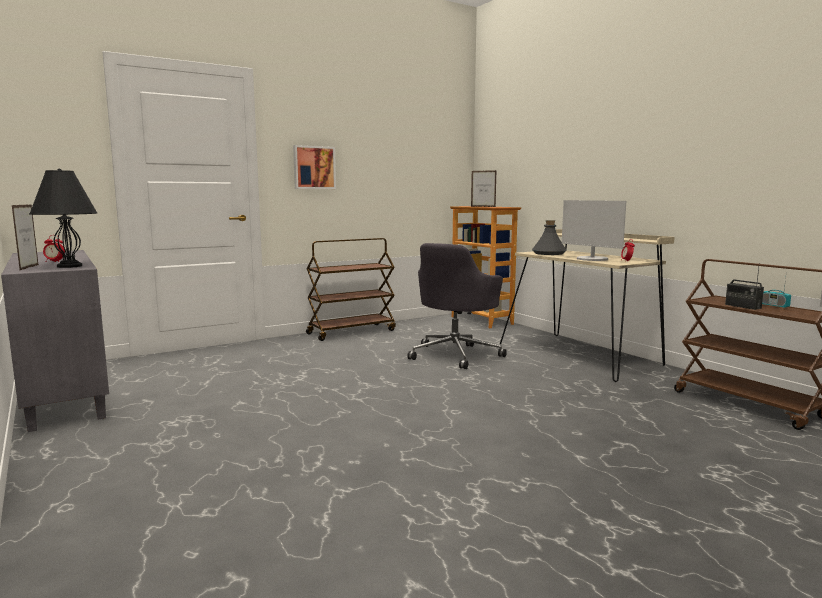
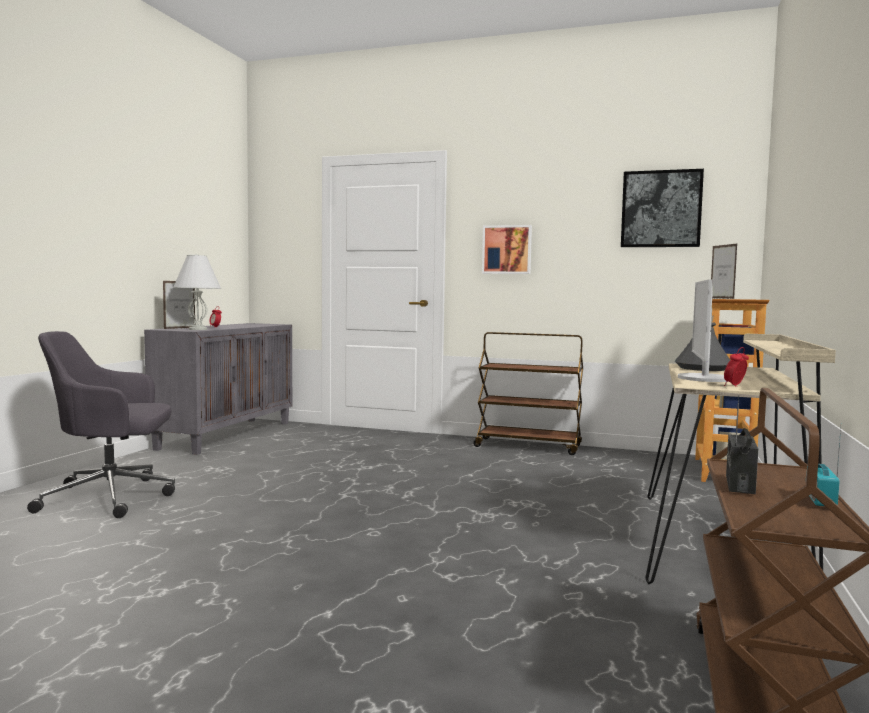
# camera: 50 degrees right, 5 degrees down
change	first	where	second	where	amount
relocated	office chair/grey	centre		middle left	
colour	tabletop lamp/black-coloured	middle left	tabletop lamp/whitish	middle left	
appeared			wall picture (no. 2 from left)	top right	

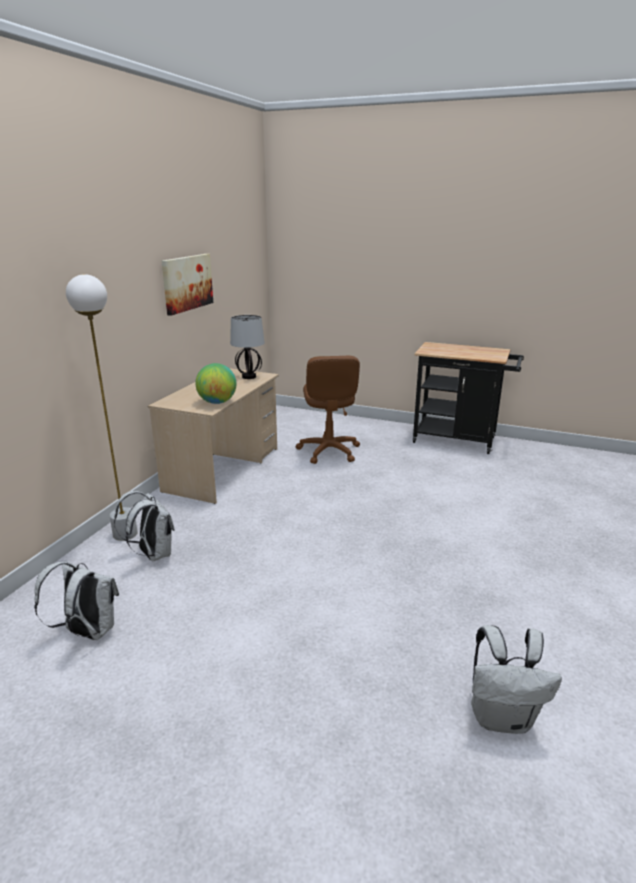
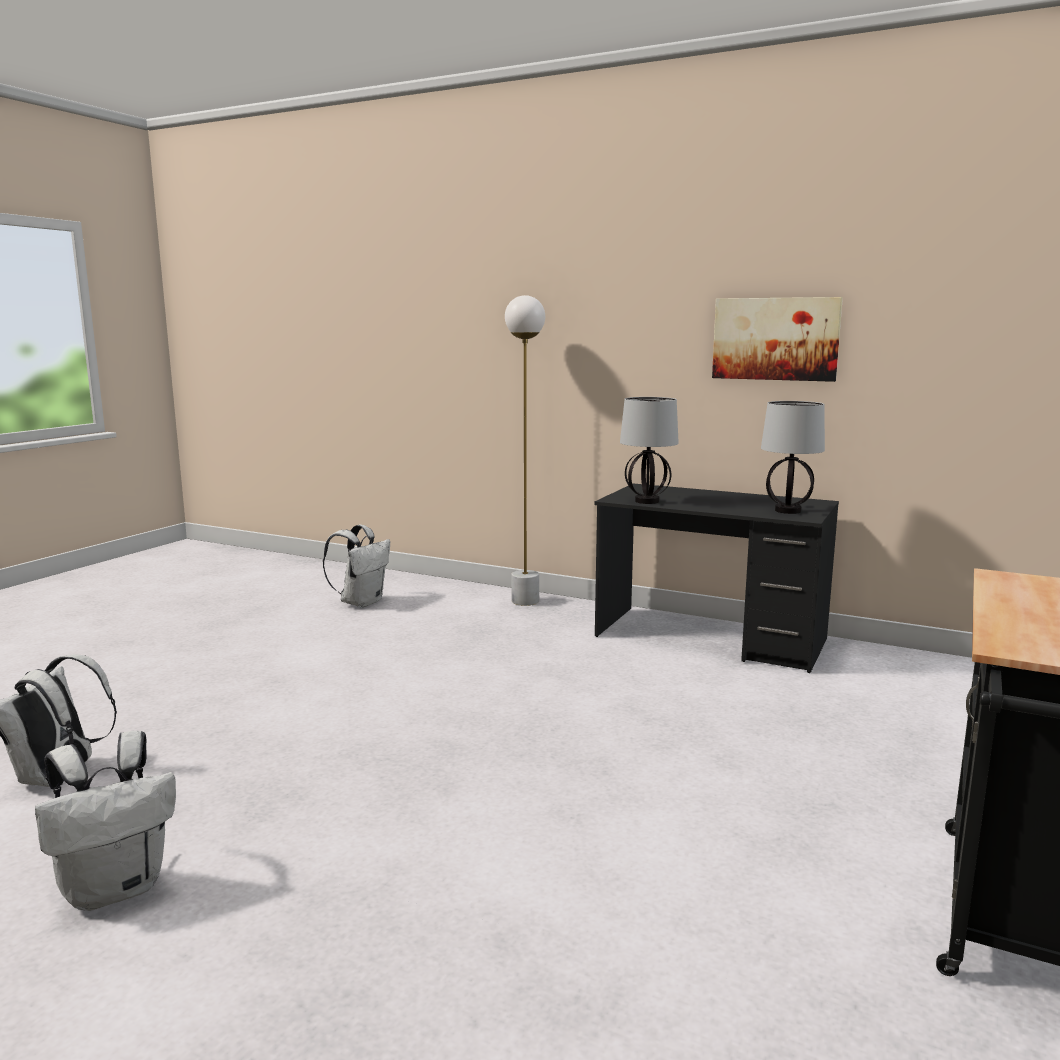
# camera: 95 degrees right, 10 degrees down
change	first	where	second	where	amount
relocated	knapsack/whitish (no. 2 from left)	middle left		bottom left	
colour	desk unit/sand-coloured	centre	desk unit/black-coloured	middle right	
exchanged	world globe	centre	tabletop lamp (no. 1 from left)	centre	
missing	office chair/brown-coloured	centre			

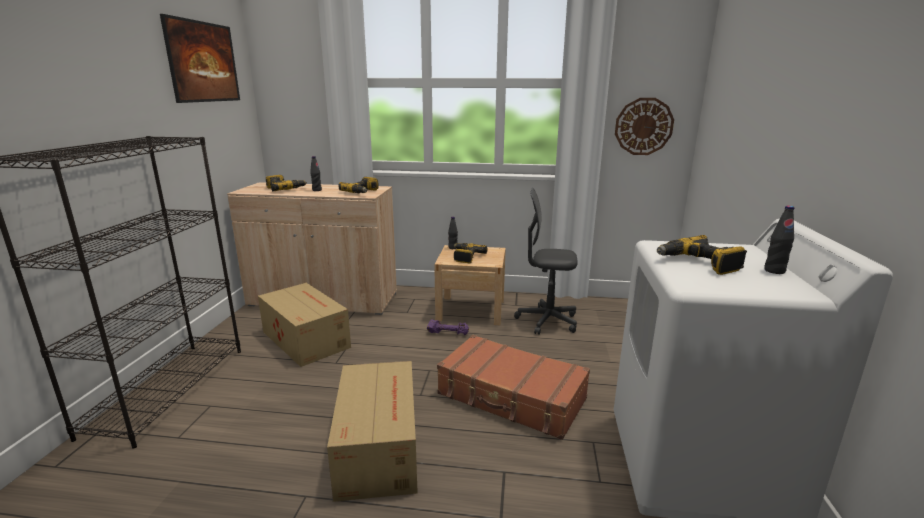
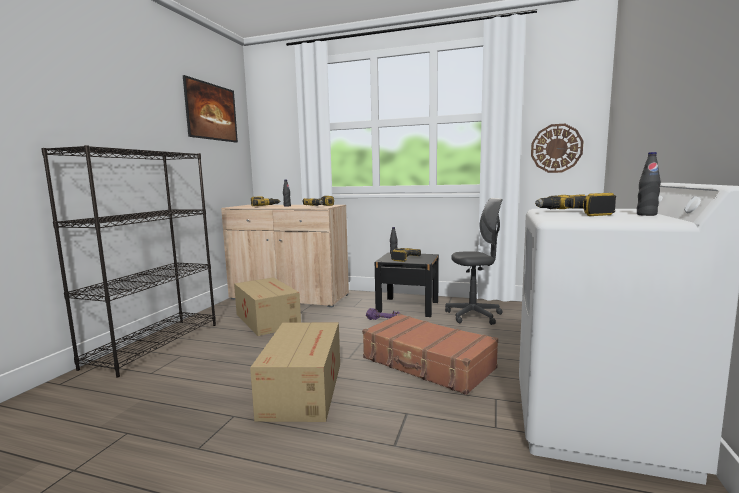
# camera: 10 degrees right, 10 degrees down
change	first	where	second	where	amount
colour	bedside table/sand-coloured	centre	bedside table/black-coloured	centre	
spun	office chair/grey	centre		centre	150 degrees clockwise

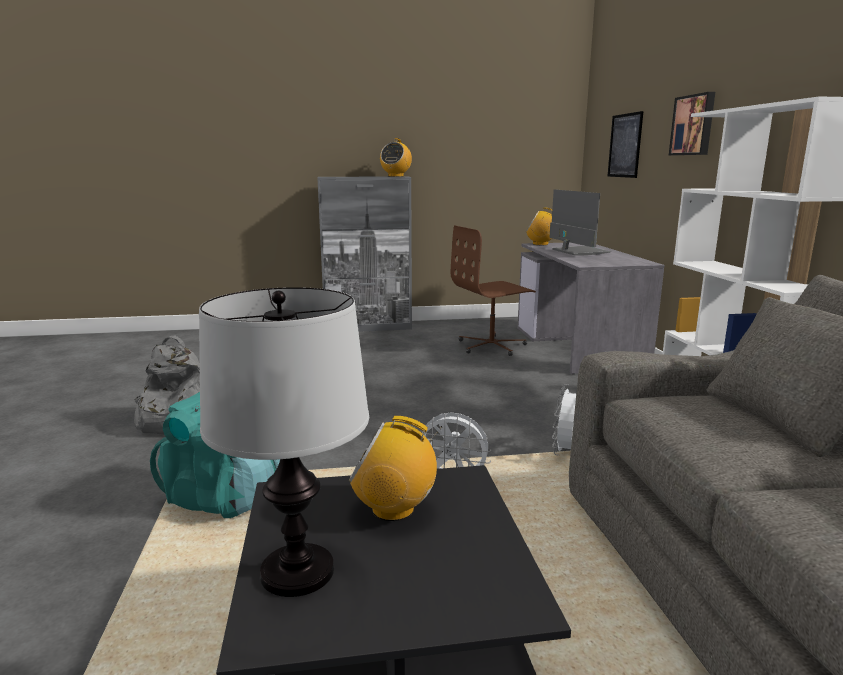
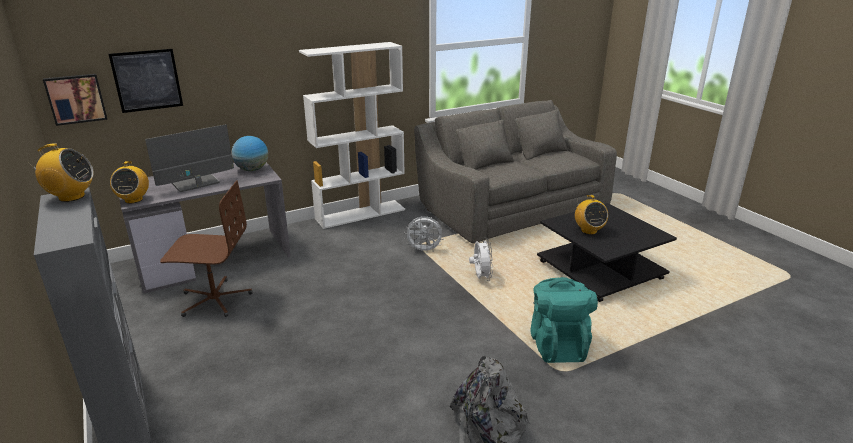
# camera: 110 degrees left, 10 degrees up
change	first	where	second	where	amount
relocated	wall picture (no. 2 from left in the first image)	top right	wall picture (no. 1 from left)	top left	
spun	office chair/brown-coloured	centre		middle left	45 degrees counterclockwise
appeared			world globe	middle left	
missing	tabletop lamp	centre			

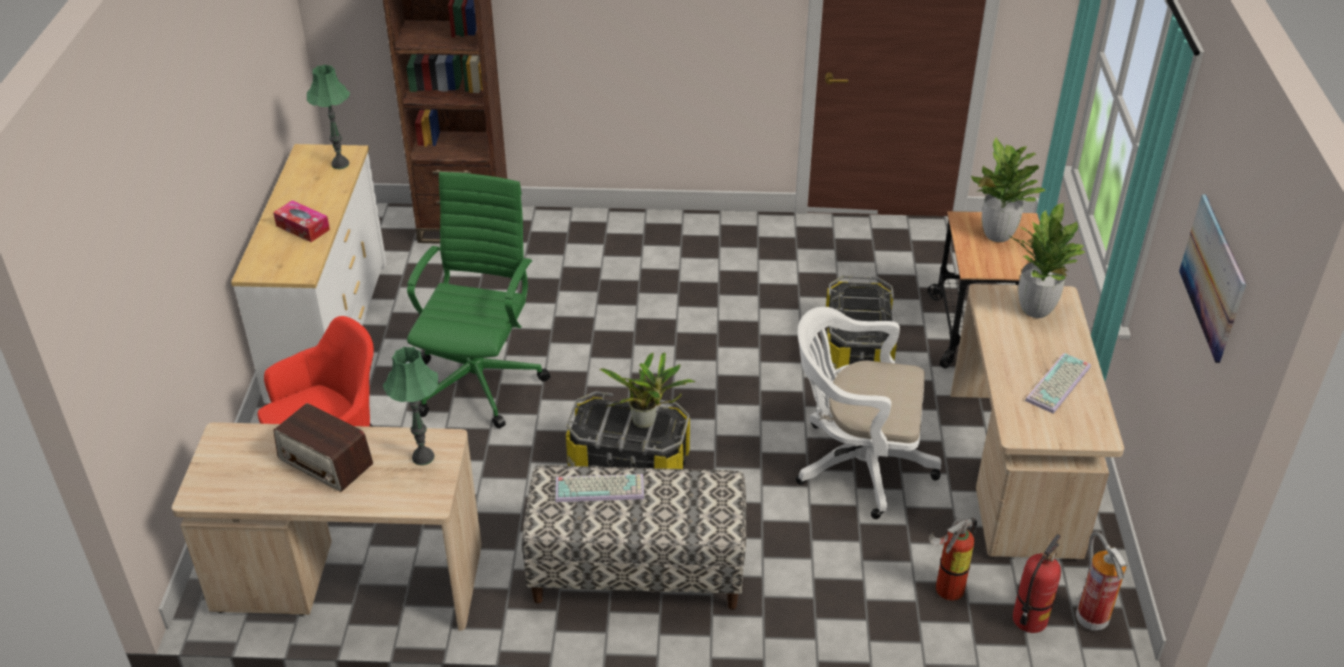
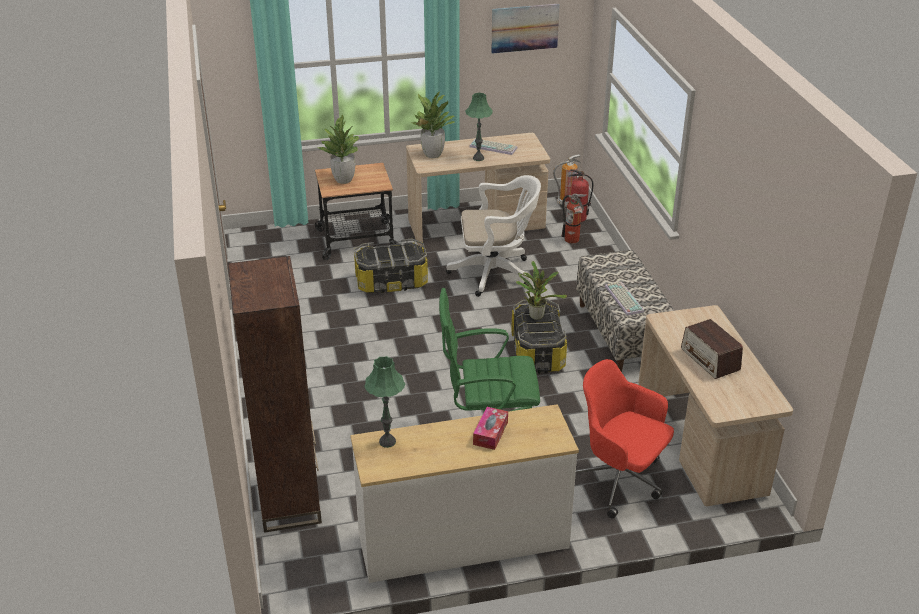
# camera: 105 degrees left, 5 degrees down
change	first	where	second	where	amount
spun	office chair/whitish	centre		centre	90 degrees counterclockwise
relocated	tabletop lamp/green (no. 2 from left)	middle left		top centre	
spun	radio receiver	bottom left		middle right	135 degrees clockwise

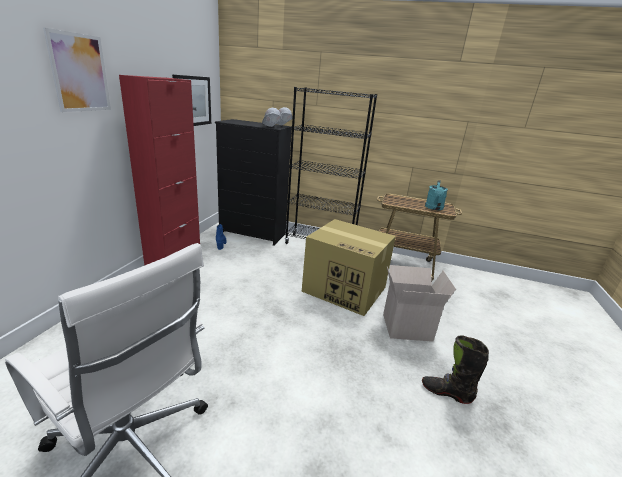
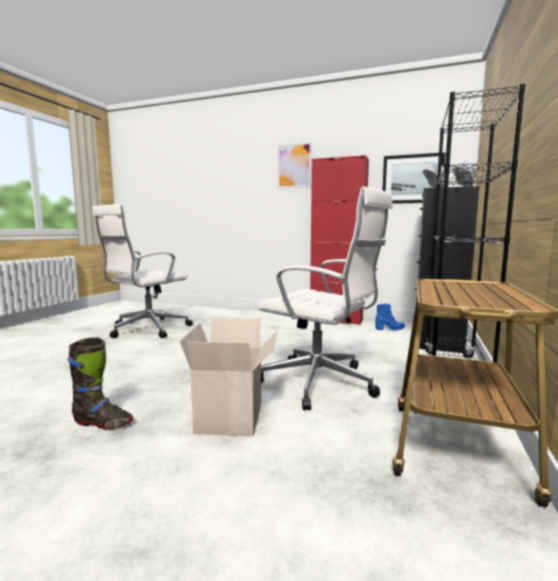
# camera: 95 degrees right, 15 degrees down
change	first	where	second	where	amount
spun	high-top boot/black-coloured	bottom right		middle left	75 degrees clockwise
exchanged	cardboard box (no. 1 from left)	centre	office chair/whitish (no. 2 from left)	centre	
missing	sprinkling can/turquoise	middle right			

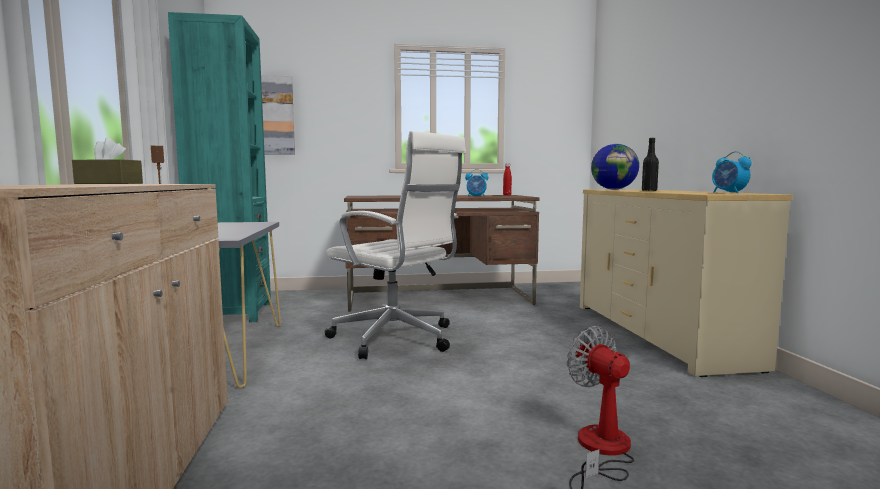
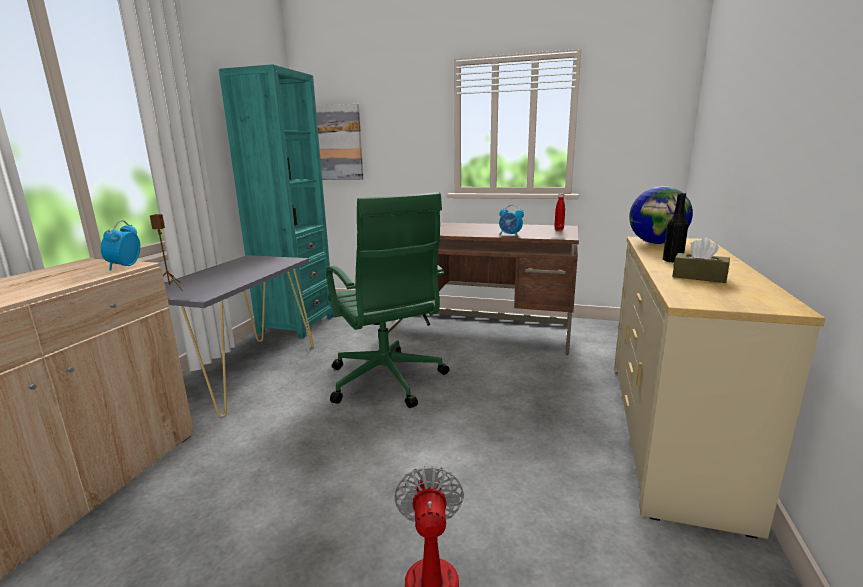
# camera: 25 degrees right, 10 degrees up
change	first	where	second	where	amount
relocated	alarm clock (no. 2 from left in the first image)	middle right	alarm clock (no. 1 from left)	middle left	
colour	office chair/whitish	centre	office chair/green	centre	
relocated	tissue box/brown-coloured	top left		middle right	

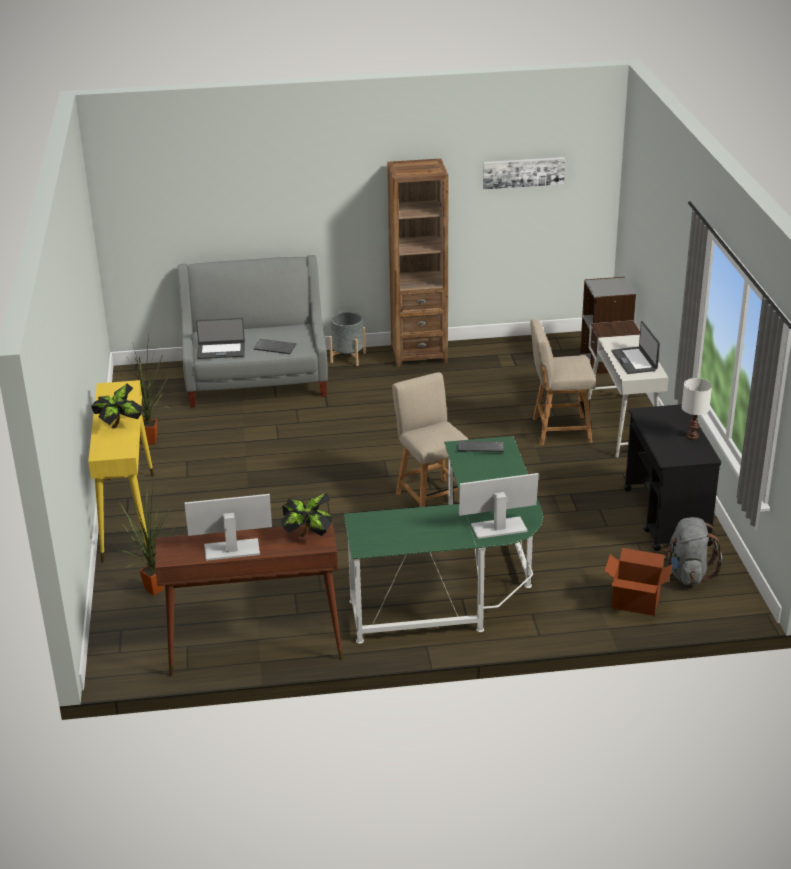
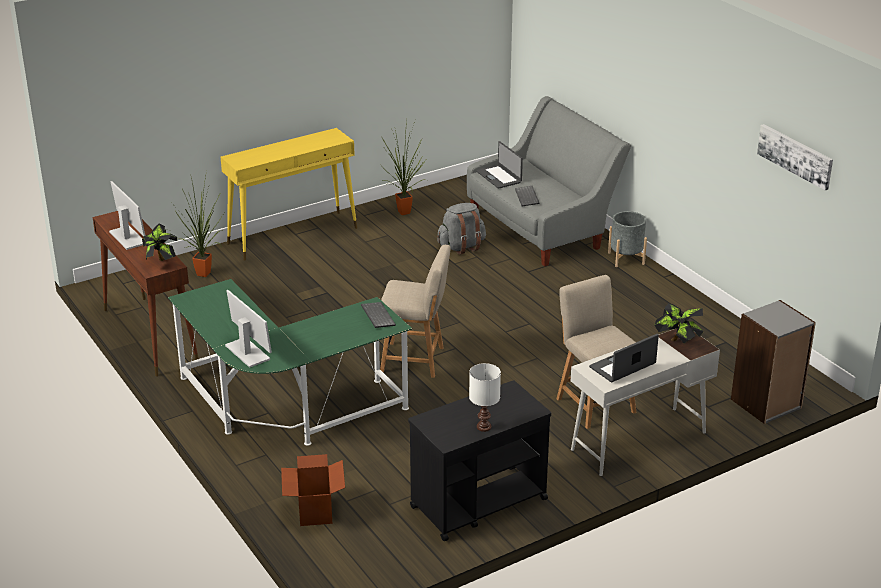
# camera: 65 degrees right, 0 degrees up
change	first	where	second	where	amount
spun	plain chair/sand-coloured (no. 1 from left)	centre		centre	60 degrees clockwise
relocated	knapsack/grey	middle right		centre	
relocated	houseplant (no. 1 from left in the first image)	middle left	houseplant (no. 4 from left)	middle right	
missing	shelving unit/brown-coloured	top centre			

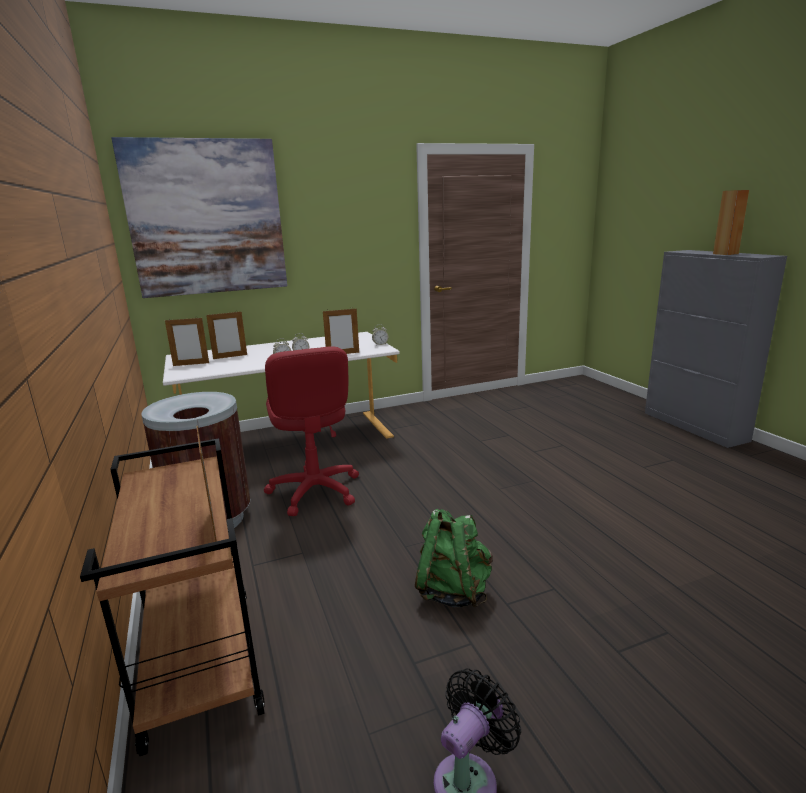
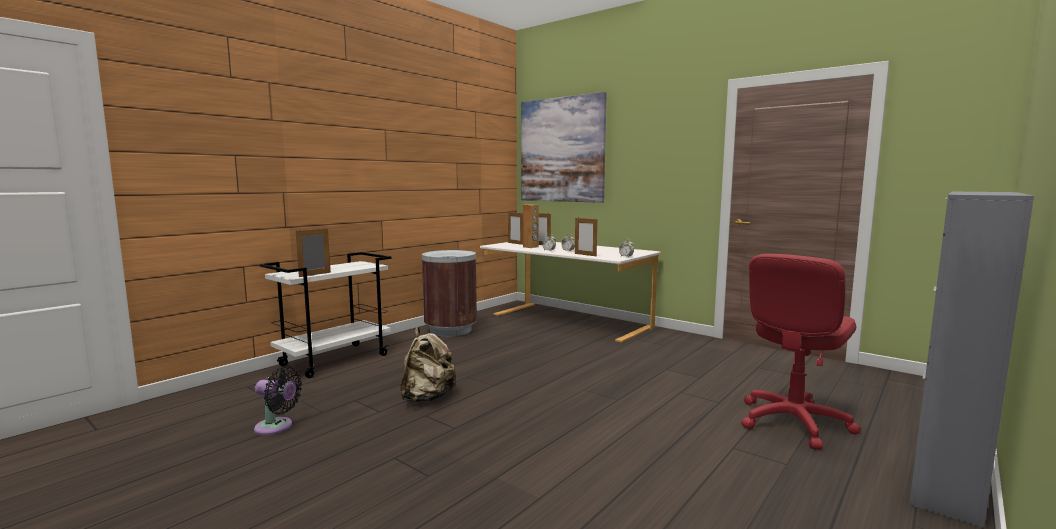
# camera: 60 degrees right, 10 degrees down
change	first	where	second	where	amount
colour	trolley/brown-coloured	bottom left	trolley/whitish	middle left	
colour	knapsack/green	bottom centre	knapsack/sand-coloured	bottom centre	
relocated	loudspeaker/brown-coloured	top right		centre	
relocated	office chair/reddish	centre		middle right	

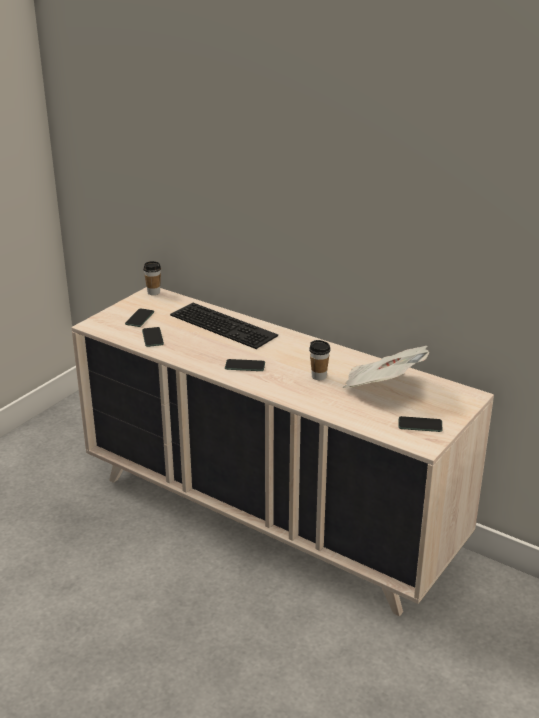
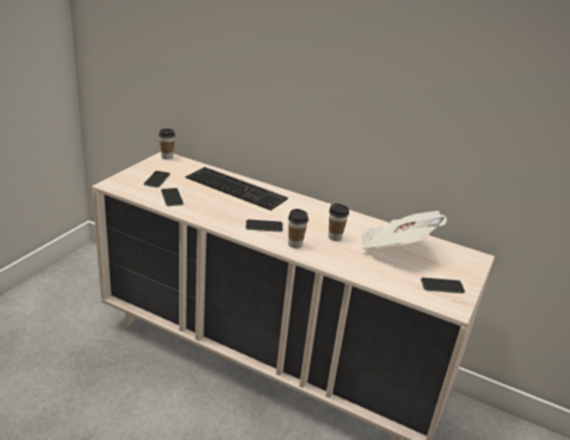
# camera: 10 degrees left, 0 degrees up
change	first	where	second	where	amount
appeared			drinking cup (no. 2 from left)	centre	

